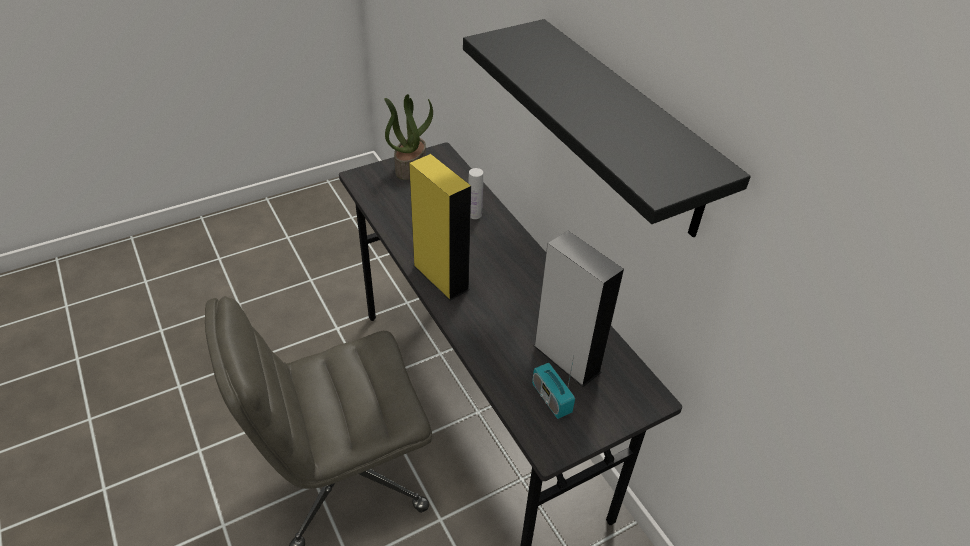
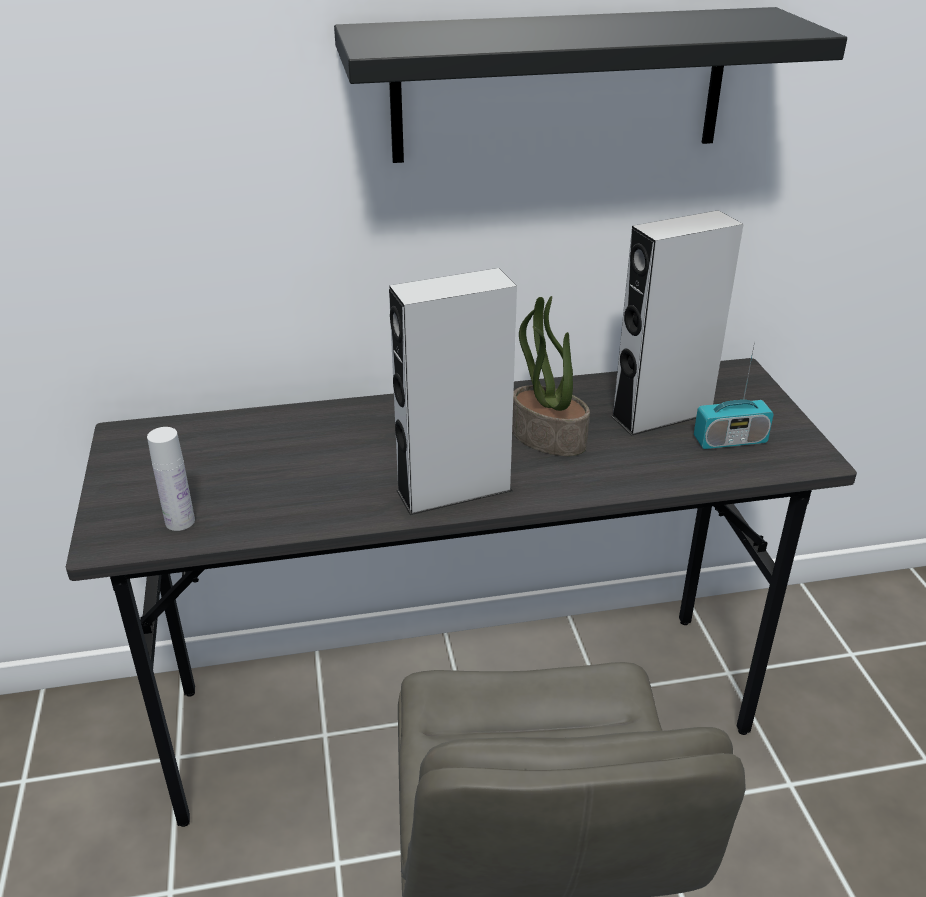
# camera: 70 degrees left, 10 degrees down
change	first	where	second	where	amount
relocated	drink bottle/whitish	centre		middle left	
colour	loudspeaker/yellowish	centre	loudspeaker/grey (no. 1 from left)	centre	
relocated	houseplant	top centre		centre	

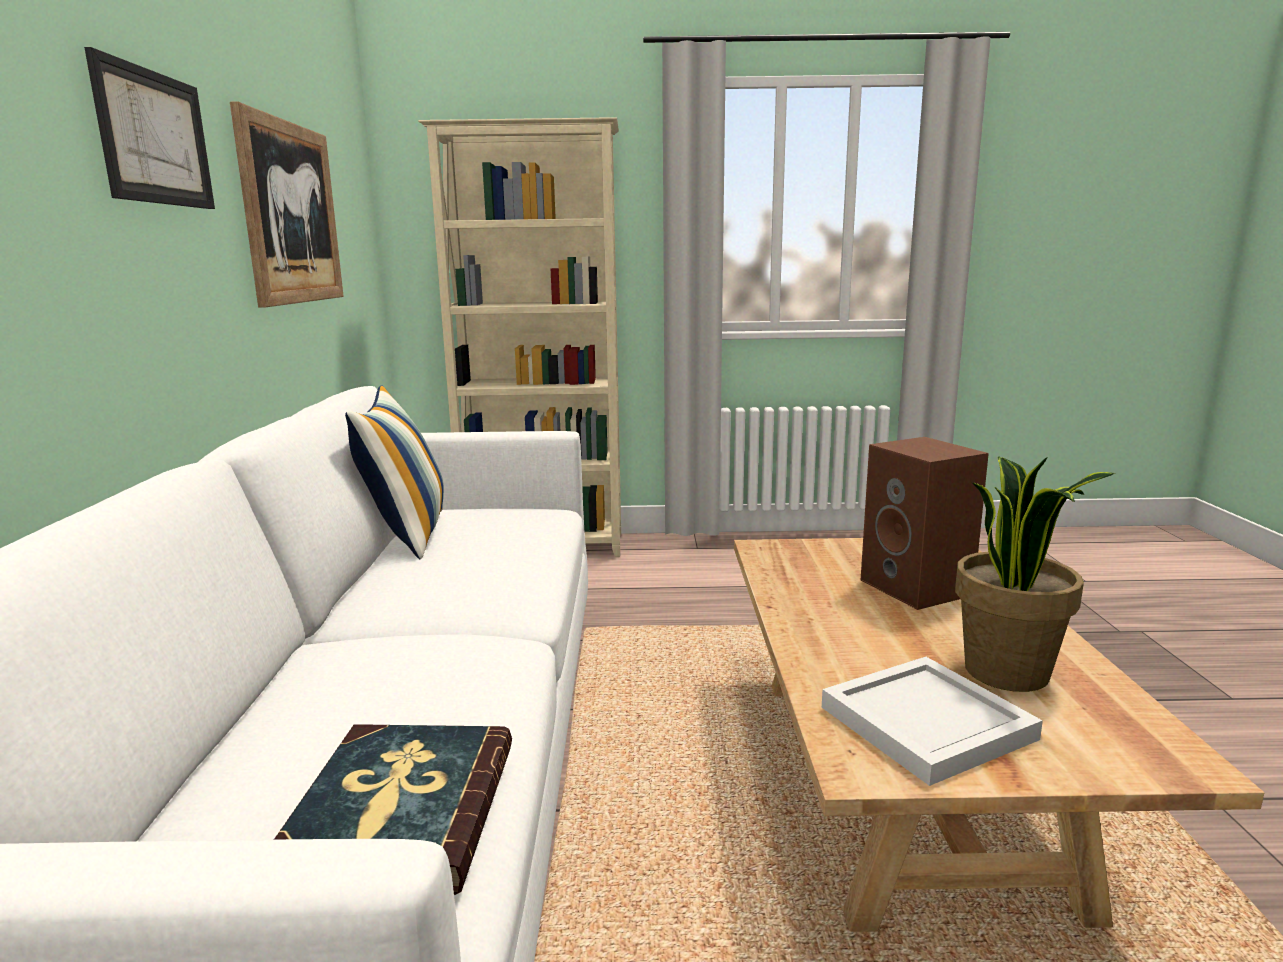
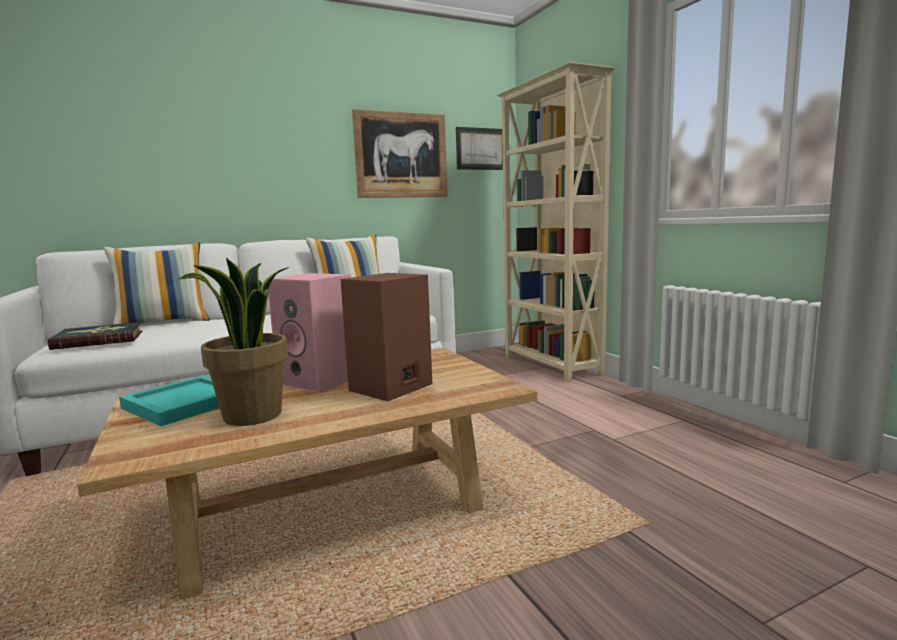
# camera: 65 degrees right, 5 degrees down
change	first	where	second	where	amount
appeared			throw pillow (no. 1 from left)	middle left	
colour	tray/whitish	bottom right	tray/turquoise	middle left	
appeared			loudspeaker/pinkish	centre	
relocated	wall picture (no. 1 from left in the first image)	top left	wall picture (no. 2 from left)	top centre	

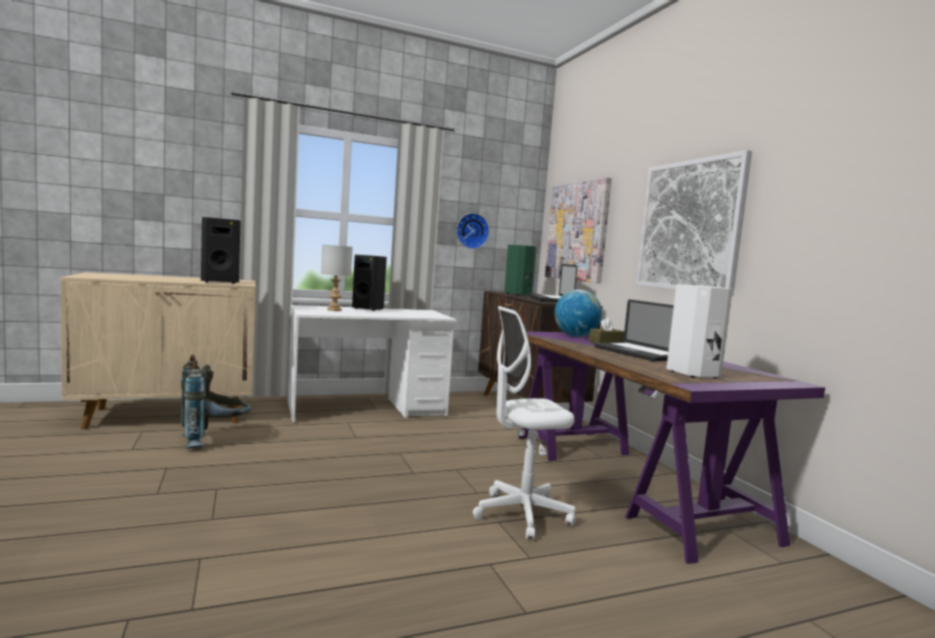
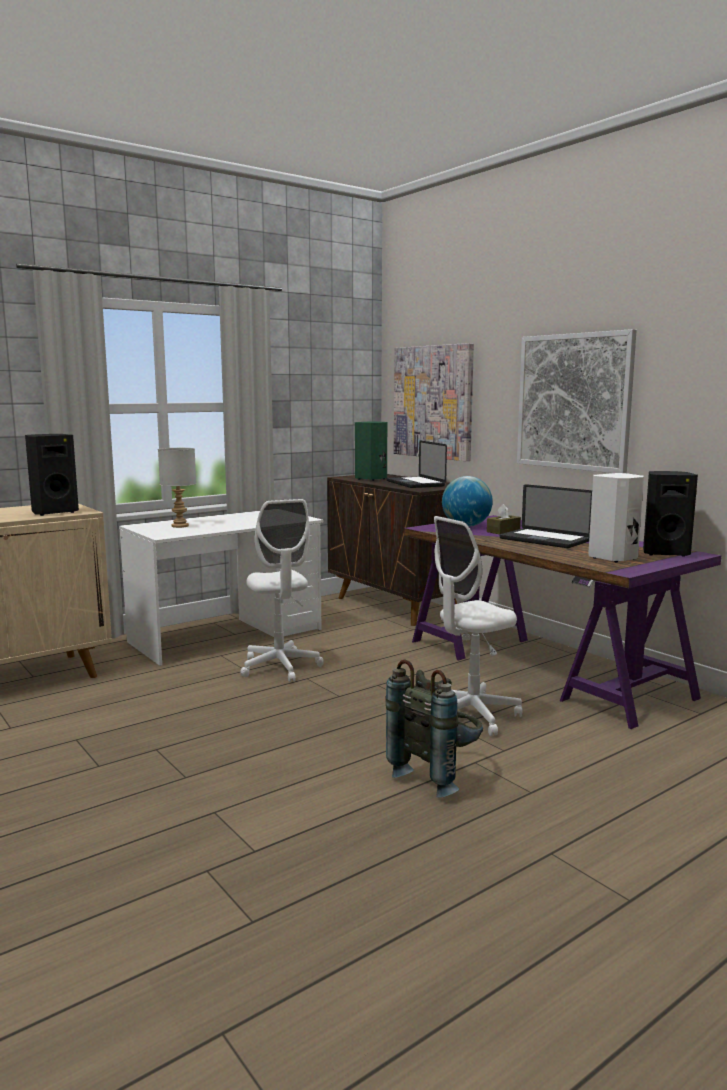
# camera: 15 degrees left, 5 degrees up
change	first	where	second	where	amount
appeared			office chair/whitish (no. 1 from left)	centre	
relocated	knapsack/grey	middle left		bottom centre	
relocated	loudspeaker/black-coloured (no. 2 from left)	centre		middle right	
missing	wall clock	centre			

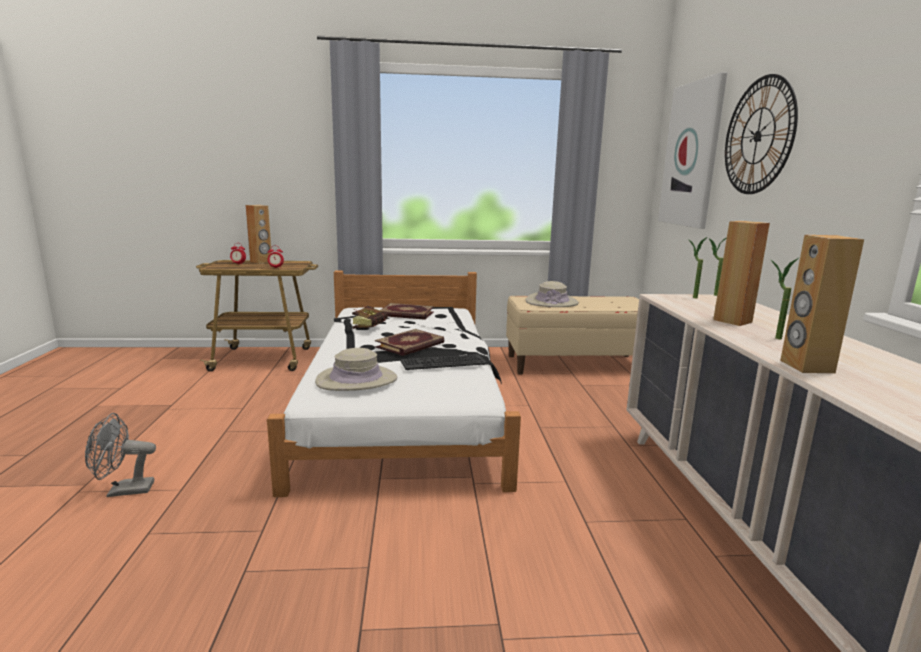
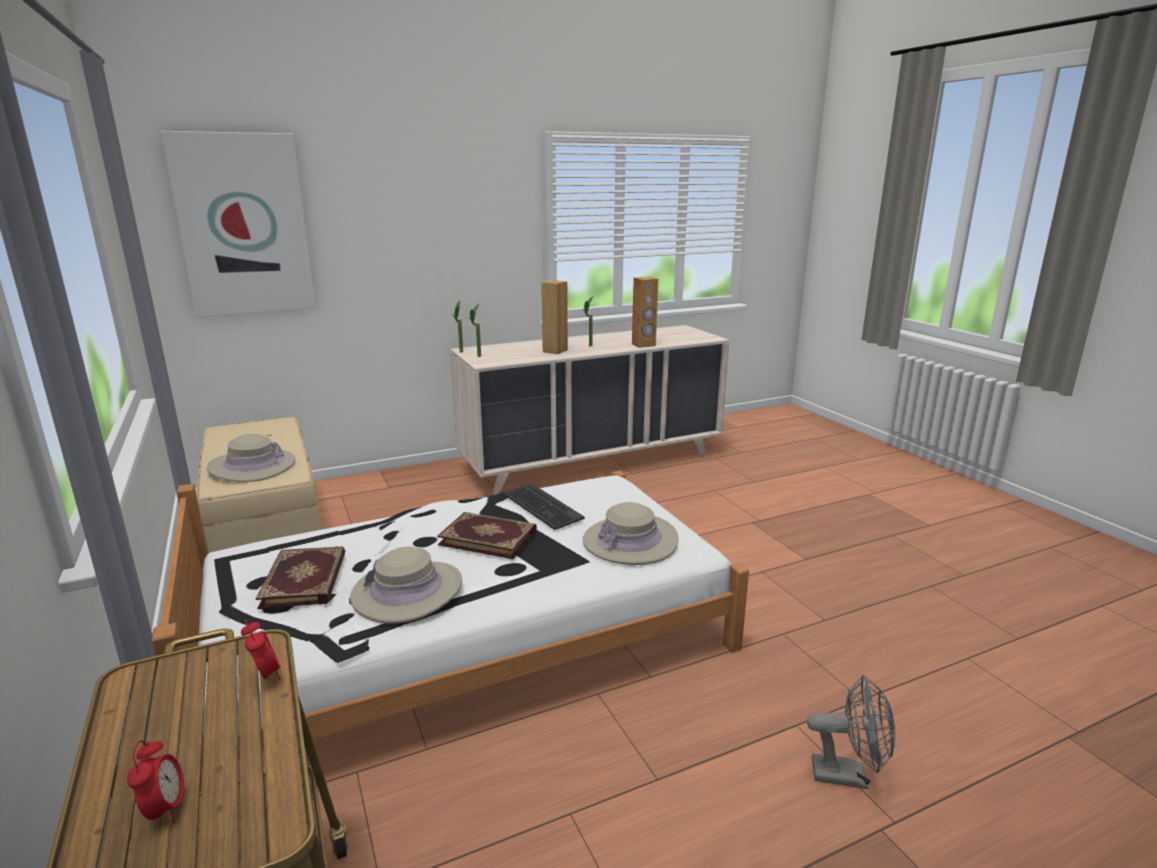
# camera: 110 degrees left, 5 degrees up
change	first	where	second	where	amount
exchanged	volume (no. 1 from left)	centre	clothing hat/sand-coloured (no. 2 from left)	bottom centre	
spun	cooling fan/grey	bottom left		bottom right	45 degrees counterclockwise
missing	loudspeaker/brown-coloured (no. 1 from left)	middle left			
missing	wall clock	top right			

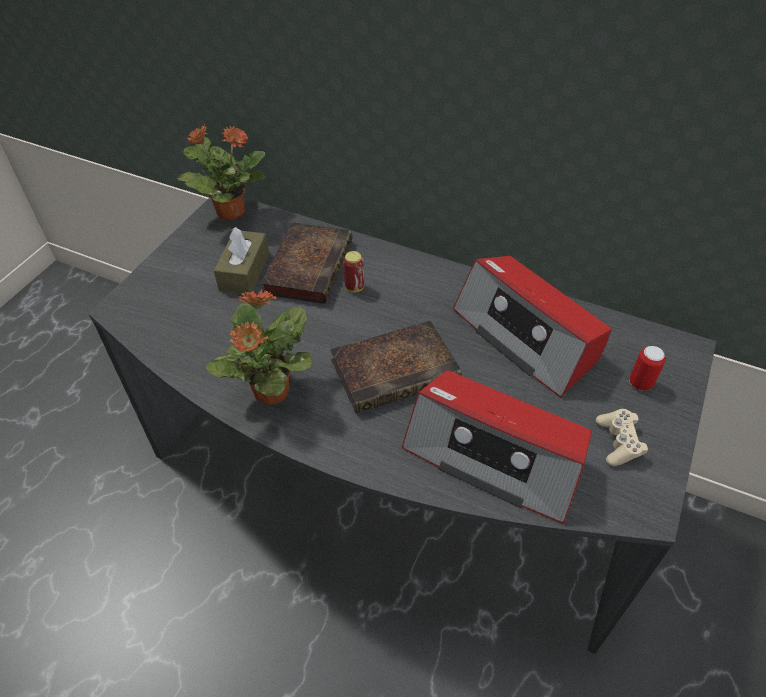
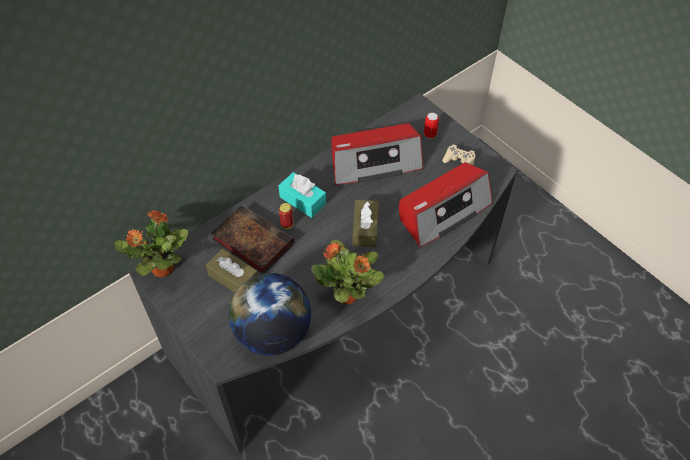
# camera: 65 degrees left, 5 degrees up
change	first	where	second	where	amount
appeared			world globe	bottom centre	
appeared			tissue box/turquoise	centre	
exchanged	volume (no. 2 from left)	centre	tissue box/brown-coloured (no. 2 from left)	centre	

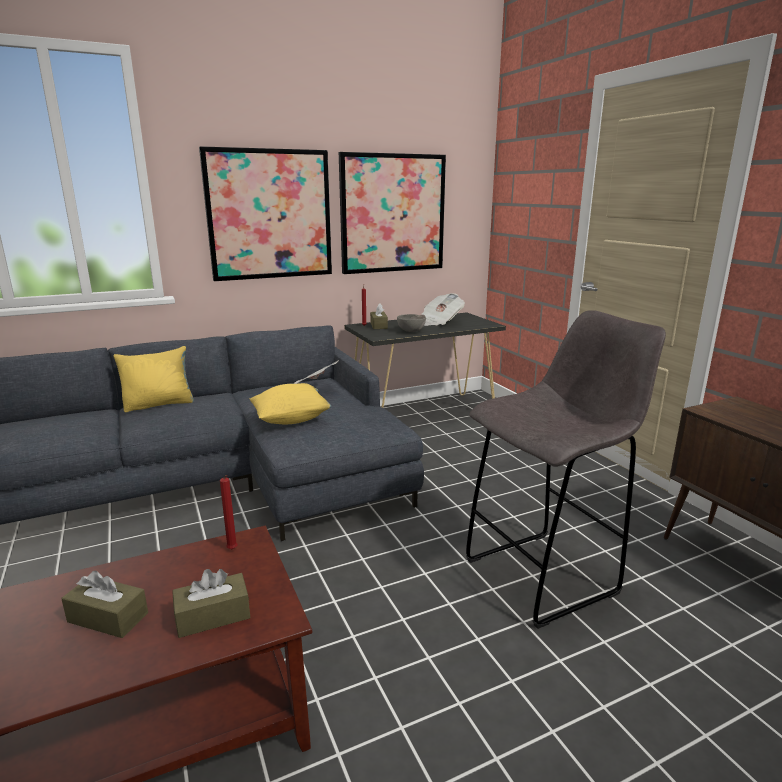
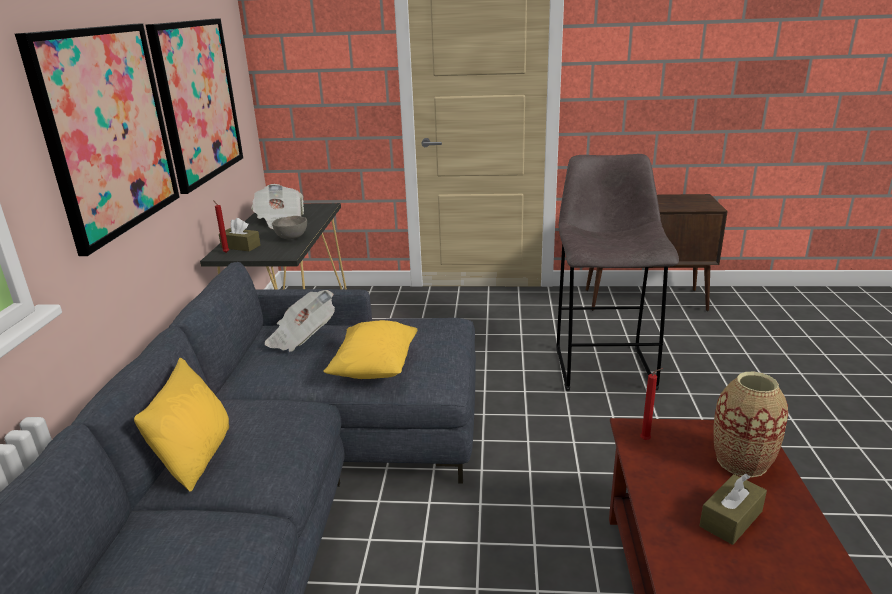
# camera: 60 degrees left, 5 degrees up
change	first	where	second	where	amount
exchanged	tissue box/brown-coloured (no. 2 from left)	bottom left	decorative vase	bottom right	

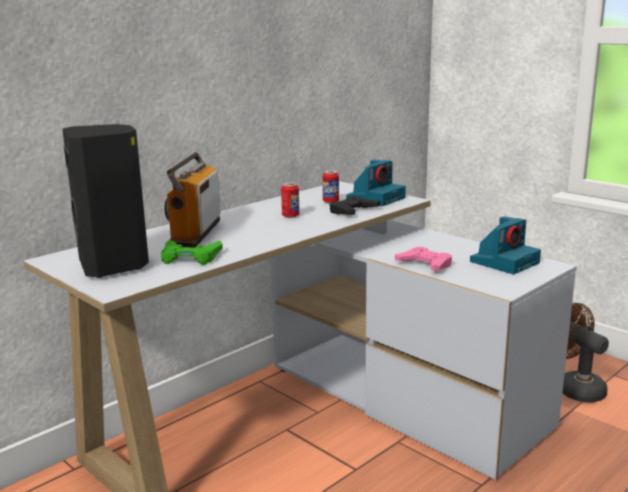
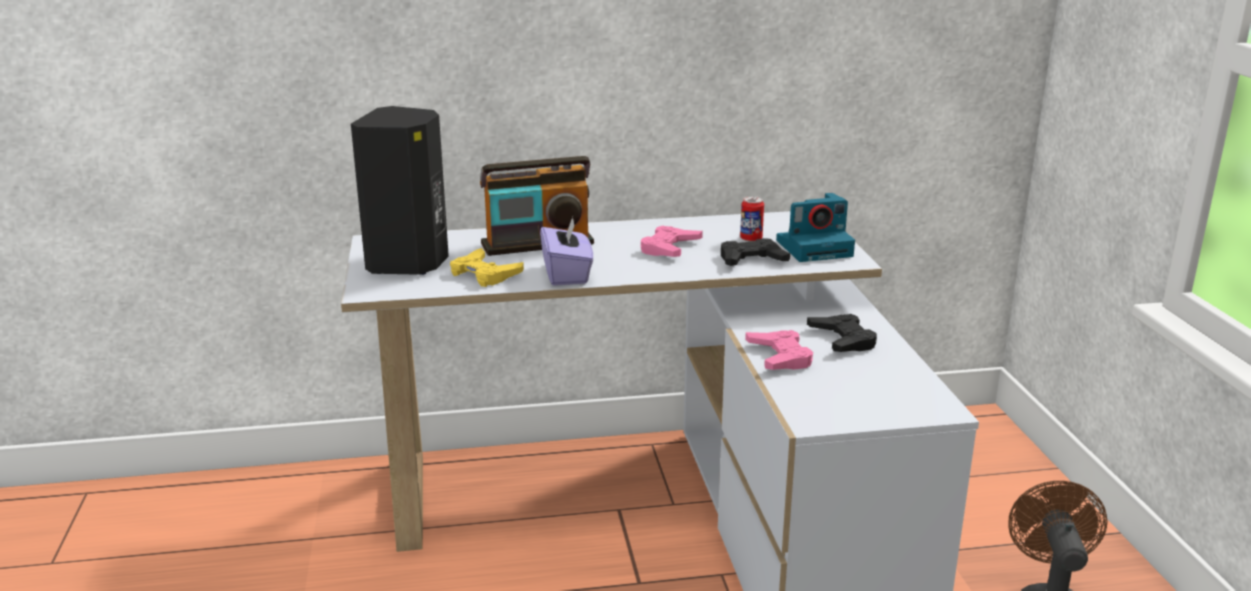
# camera: 35 degrees right, 5 degrees up
change	first	where	second	where	amount
colour	joypad/green	middle left	joypad/yellowish	centre	
spun	radio receiver	middle left		centre	150 degrees counterclockwise
appeared			tissue box/purplish	centre	
exchanged	can (no. 1 from left)	centre	joypad/pinkish (no. 1 from left)	centre	
appeared			joypad/black-coloured (no. 2 from left)	middle right	
missing	still camera (no. 2 from left)	middle right			

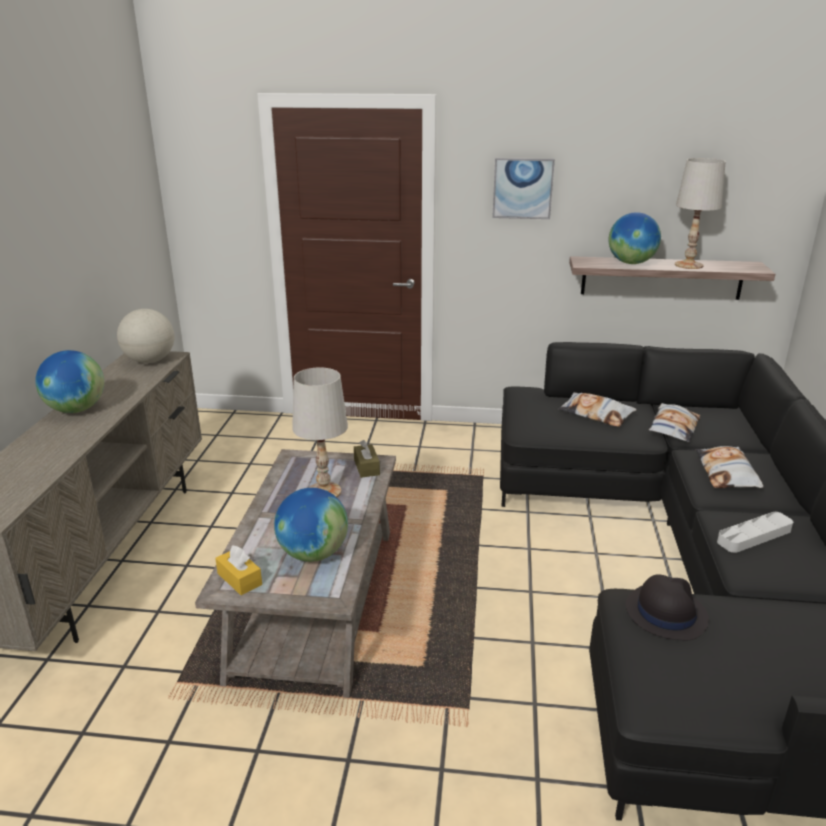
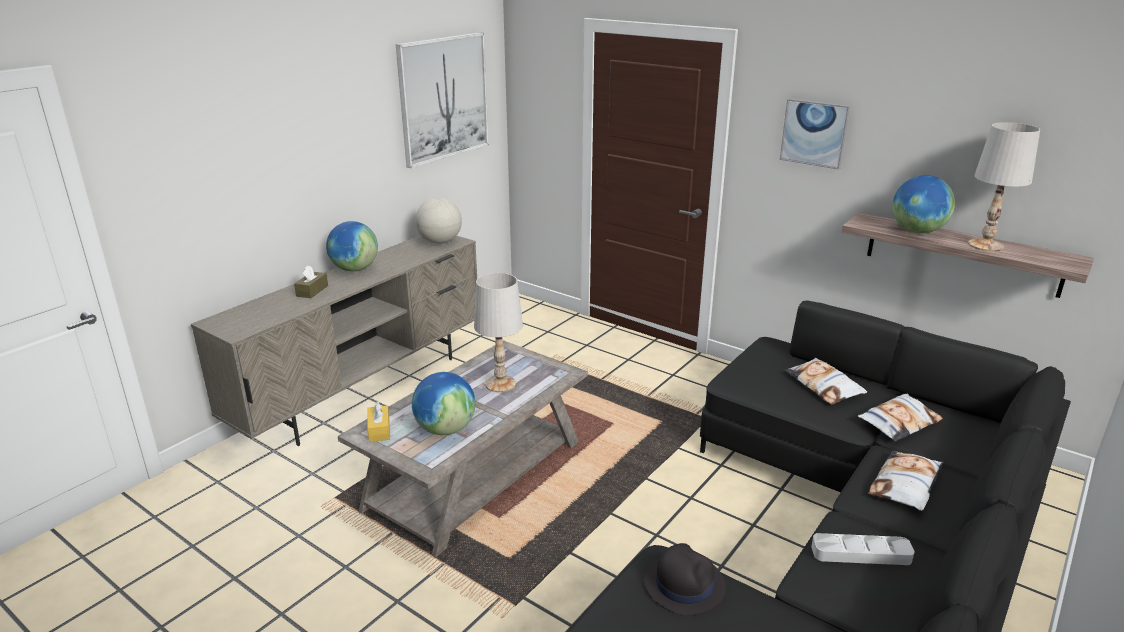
# camera: 30 degrees right, 0 degrees up
change	first	where	second	where	amount
relocated	tissue box/brown-coloured	centre		middle left	
appeared			wall picture (no. 1 from left)	top centre	

